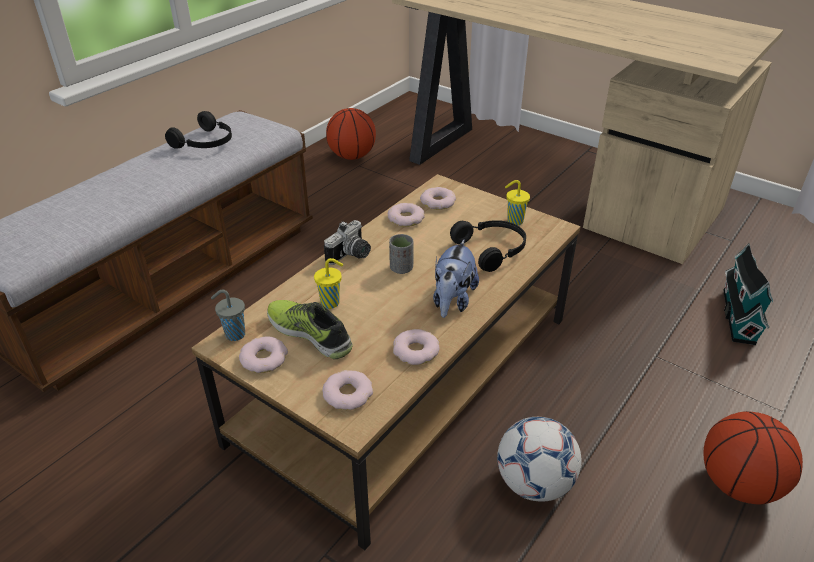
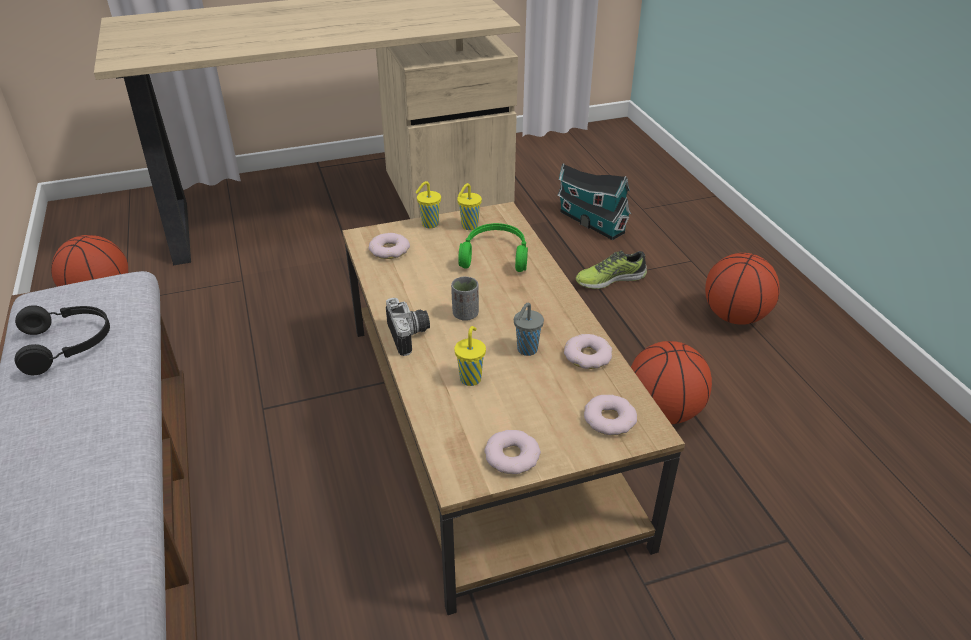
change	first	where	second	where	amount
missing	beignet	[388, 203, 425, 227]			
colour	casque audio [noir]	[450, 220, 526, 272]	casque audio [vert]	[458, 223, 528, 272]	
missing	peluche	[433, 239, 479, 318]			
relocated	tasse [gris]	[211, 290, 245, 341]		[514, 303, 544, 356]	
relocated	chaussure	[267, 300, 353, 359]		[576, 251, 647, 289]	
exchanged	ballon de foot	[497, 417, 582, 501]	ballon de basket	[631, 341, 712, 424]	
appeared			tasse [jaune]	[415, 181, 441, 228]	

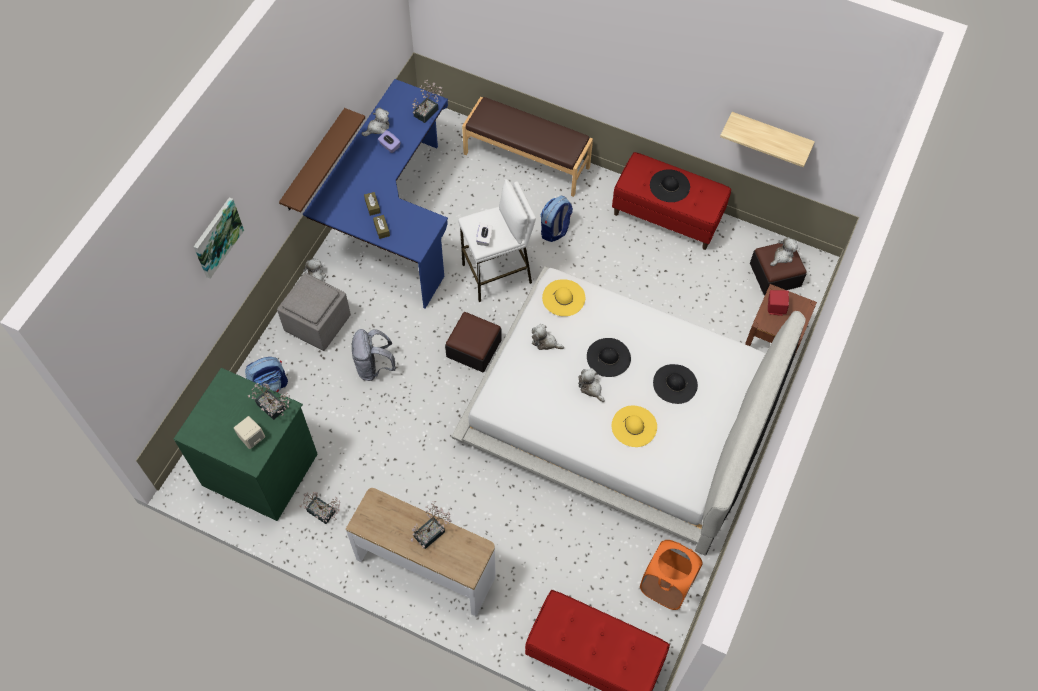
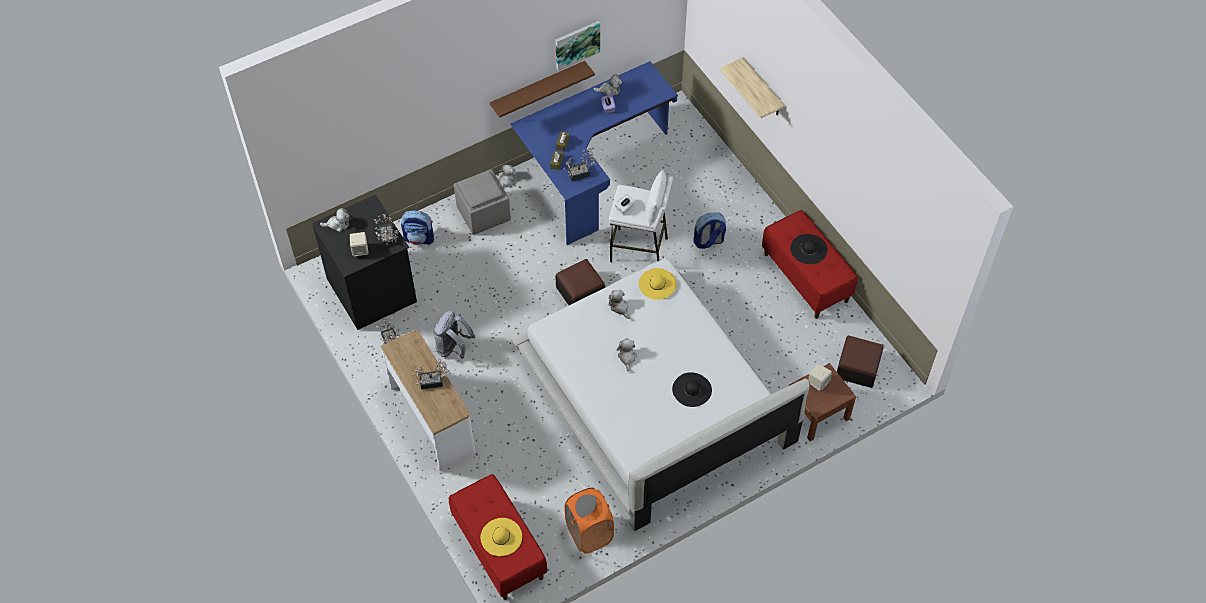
change	first	where	second	where	amount
relocated	plante en pot	[412, 80, 443, 123]		[563, 148, 597, 181]	
missing	banc [marron]	[462, 97, 593, 197]			
relocated	étagère	[720, 112, 815, 167]		[720, 57, 785, 118]	
relocated	tableau	[194, 197, 244, 279]		[555, 21, 600, 71]	
relocated	peluche	[770, 237, 798, 266]		[320, 208, 349, 232]	
colour	enceinte [rouge]	[768, 290, 789, 316]	enceinte [beige]	[808, 364, 832, 391]	
relocated	sac à dos [gris]	[352, 329, 396, 381]		[433, 311, 475, 359]	
missing	chapeau [noir]	[587, 338, 631, 377]			
colour	commode [vert]	[174, 368, 317, 521]	commode [noir]	[312, 195, 417, 330]	
relocated	chapeau [jaune]	[612, 406, 657, 447]		[481, 518, 522, 556]	

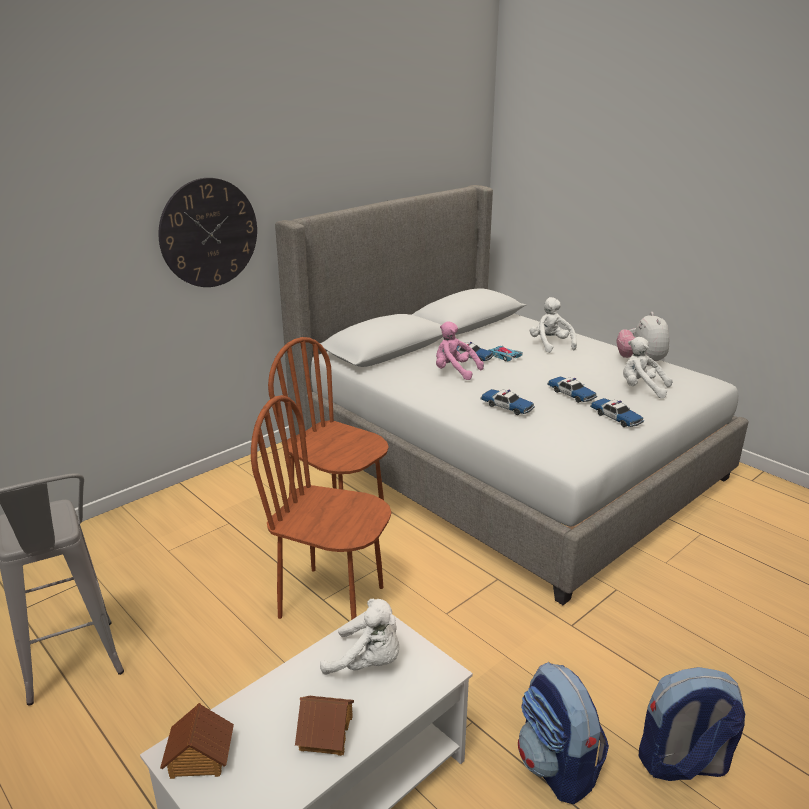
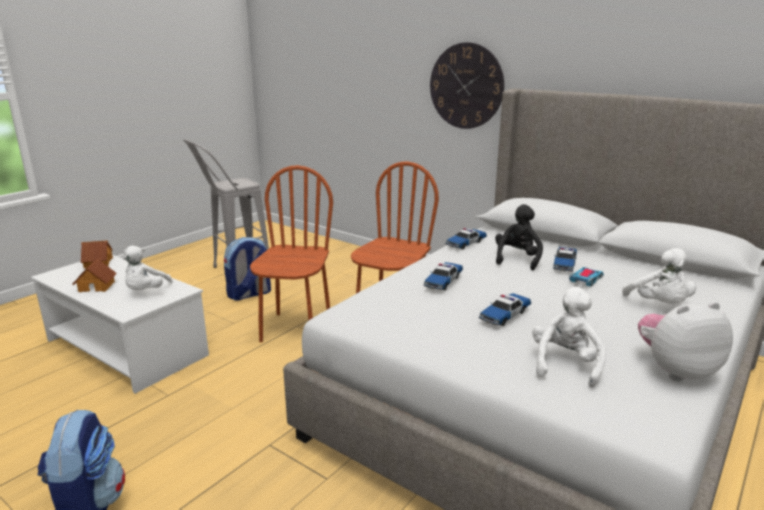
change	first	where	second	where	amount
spun	peluche [blanc]	[530, 297, 577, 353]		[622, 248, 696, 304]	105 degrees clockwise
colour	peluche [rose]	[436, 321, 484, 380]	peluche [noir]	[495, 204, 543, 270]	
relocated	petite voiture	[590, 398, 644, 427]		[445, 228, 487, 249]	
relocated	sac à dos	[518, 662, 609, 804]		[224, 237, 271, 301]	

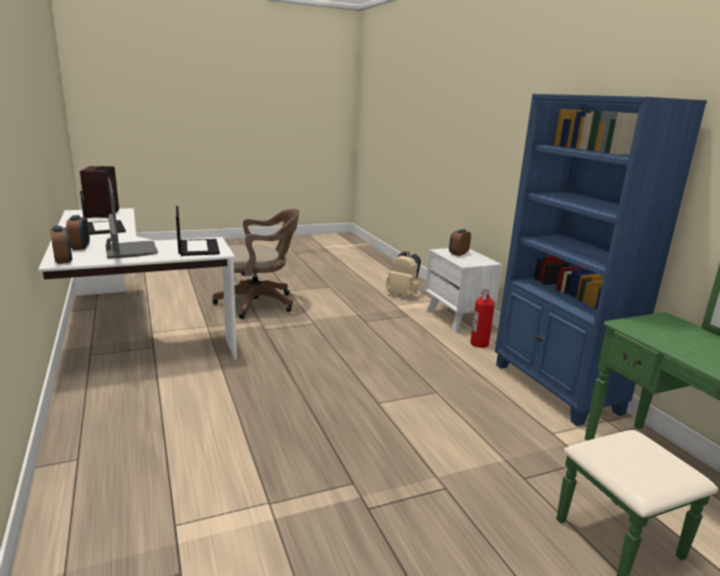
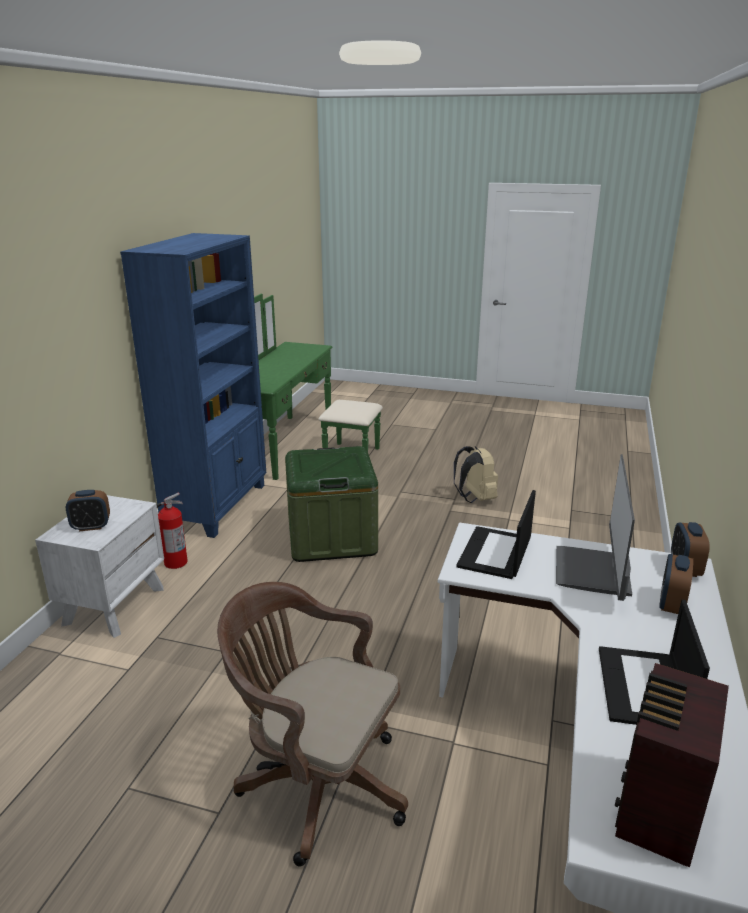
change	first	where	second	where	amount
relocated	sac à dos [beige]	[386, 252, 421, 297]		[454, 446, 498, 503]	
appeared			boîte de rangement [vert]	[285, 446, 378, 562]	

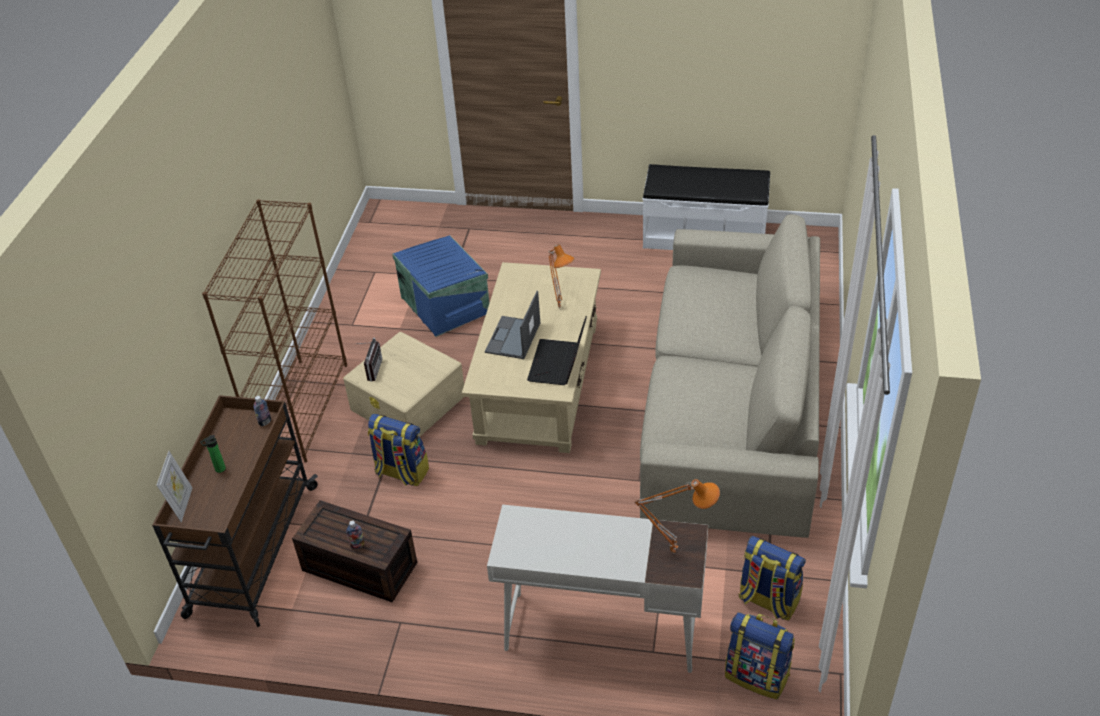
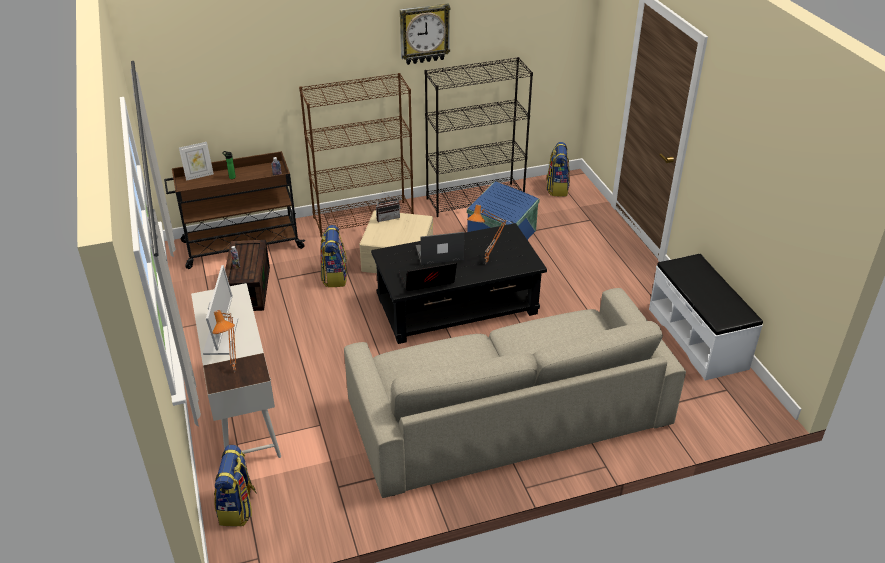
change	first	where	second	where	amount
colour	table basse [beige]	[462, 262, 601, 453]	table basse [noir]	[371, 223, 547, 344]	
relocated	sac à dos	[739, 536, 806, 620]		[547, 142, 570, 197]	
appeared			horloge murale	[400, 4, 450, 65]	
appeared			bibliothèque [noir]	[425, 57, 533, 217]	
appeared			écran d'ordinateur	[203, 265, 238, 355]	

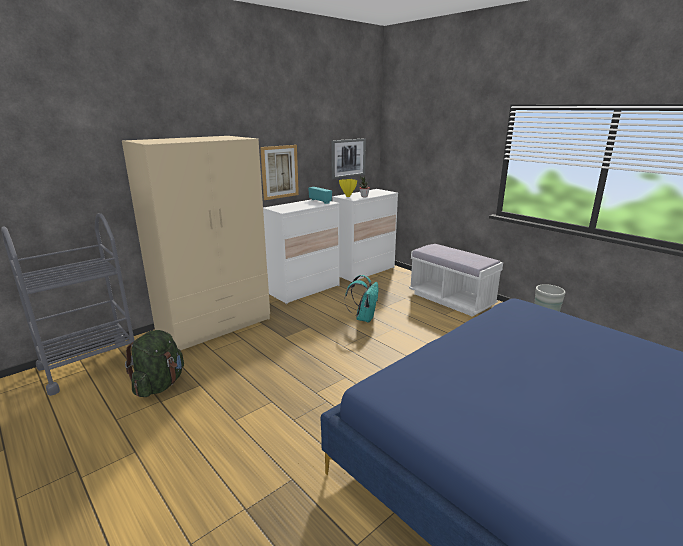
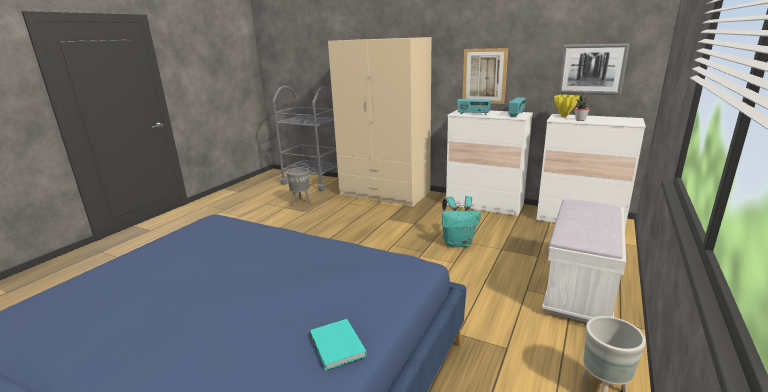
change	first	where	second	where	amount
exchanged	sac à dos [vert]	[125, 330, 184, 397]	cache-pot [gris]	[286, 167, 311, 206]	
appeared			radio	[457, 99, 491, 115]	
appeared			livre [turquoise]	[310, 319, 367, 371]	

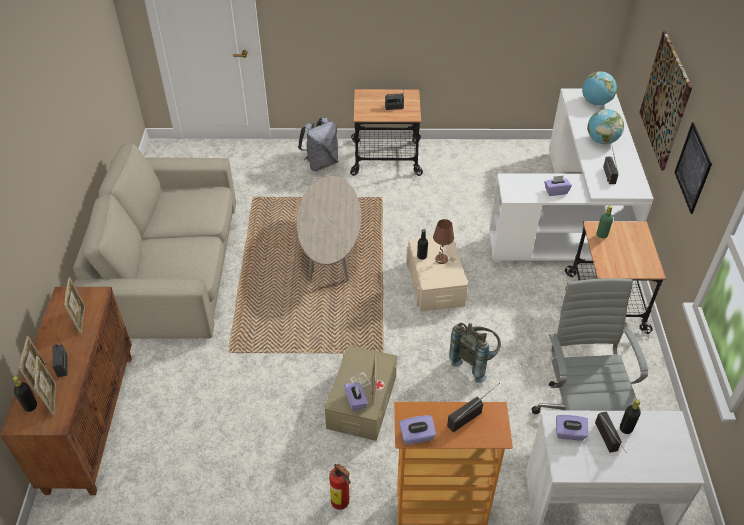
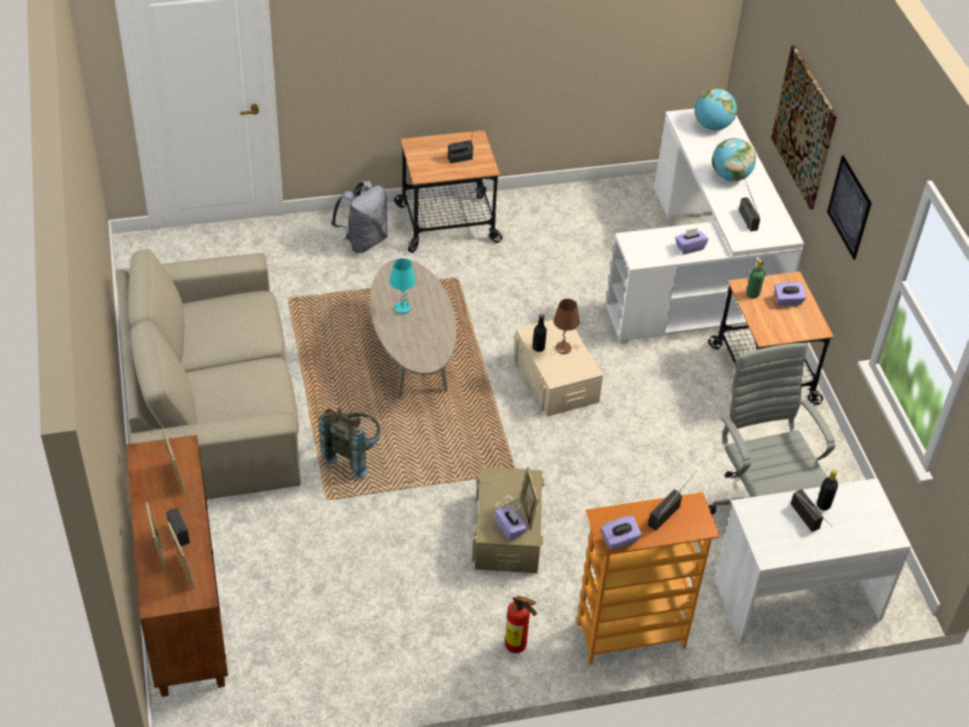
change	first	where	second	where	amount
relocated	sac à dos [gris]	[449, 323, 501, 383]		[319, 408, 381, 479]	
missing	bouteille [noir]	[13, 376, 37, 412]			
relocated	boîte à mouchoirs [violet]	[556, 415, 588, 440]		[774, 282, 806, 306]	
appeared			lampe de table [turquoise]	[390, 258, 416, 314]	

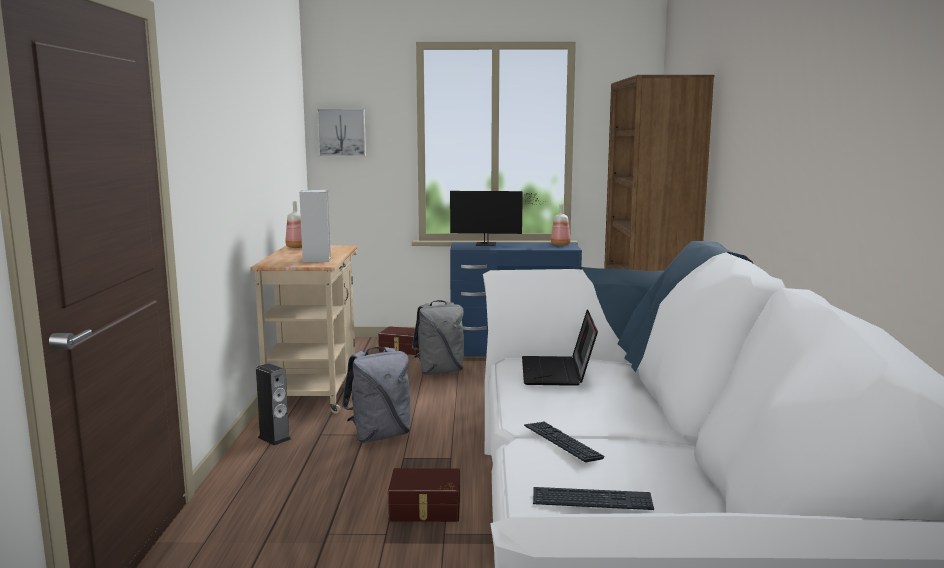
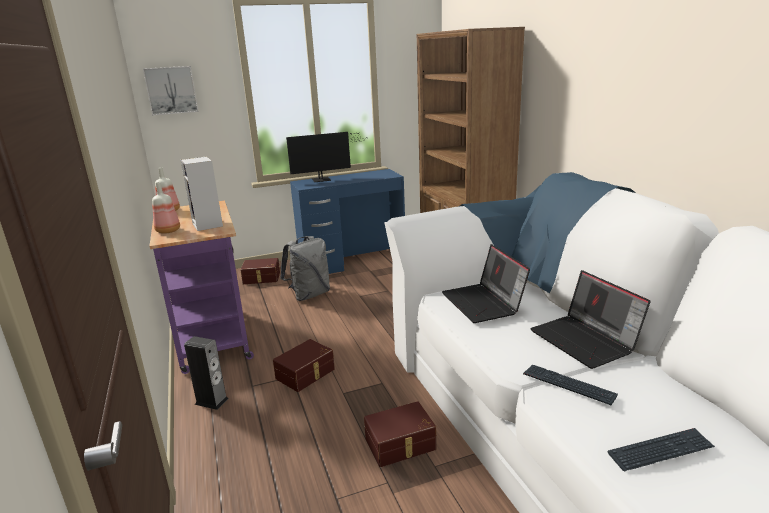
change	first	where	second	where	amount
relocated	bouteille	[551, 204, 571, 246]		[152, 182, 180, 234]	
colour	chariot [beige]	[250, 245, 357, 414]	chariot [violet]	[149, 201, 254, 374]	
exchanged	sac à dos [gris]	[342, 347, 410, 443]	boîte de rangement [marron]	[273, 339, 335, 392]	
appeared			ordinateur portable	[530, 270, 651, 369]	

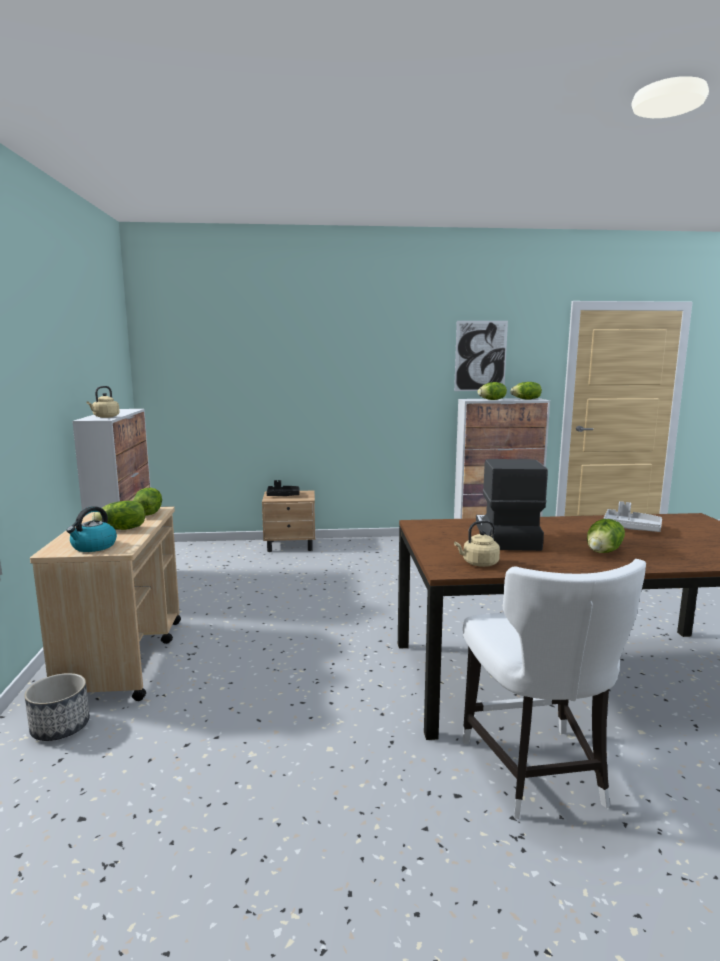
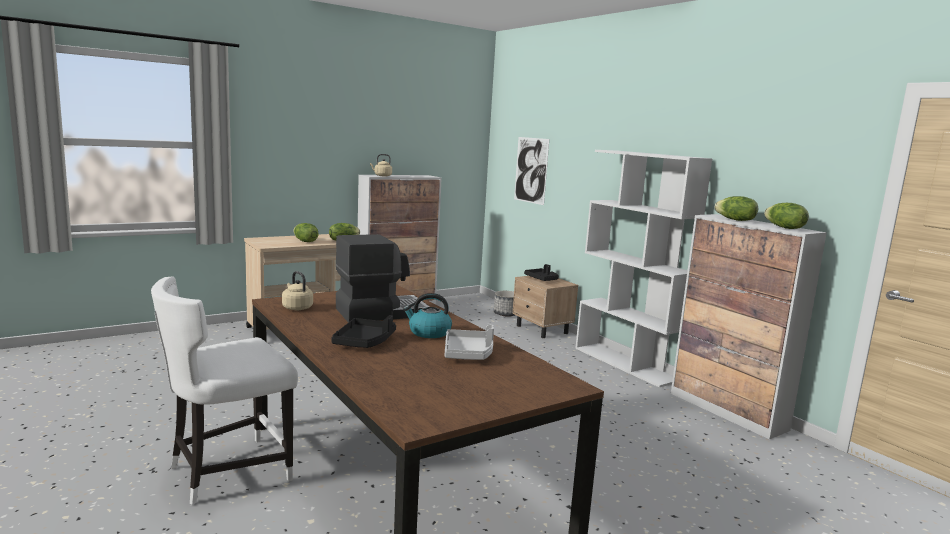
change	first	where	second	where	amount
relocated	tableau	[454, 321, 508, 391]		[514, 137, 549, 205]	
relocated	bouilloire	[66, 506, 117, 552]		[403, 293, 452, 338]	
exchanged	laitue	[587, 519, 625, 553]	plateau [noir]	[331, 315, 396, 348]	
relocated	cache-pot	[24, 673, 90, 741]		[494, 291, 515, 317]	
appeared			bibliothèque [blanc]	[575, 150, 712, 388]	

